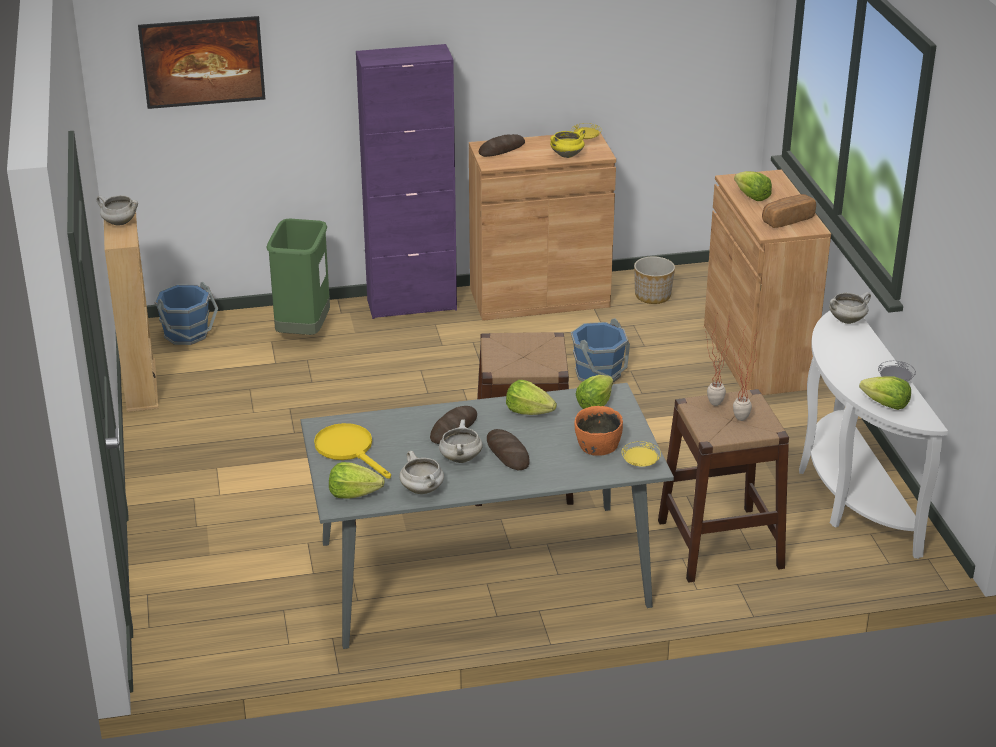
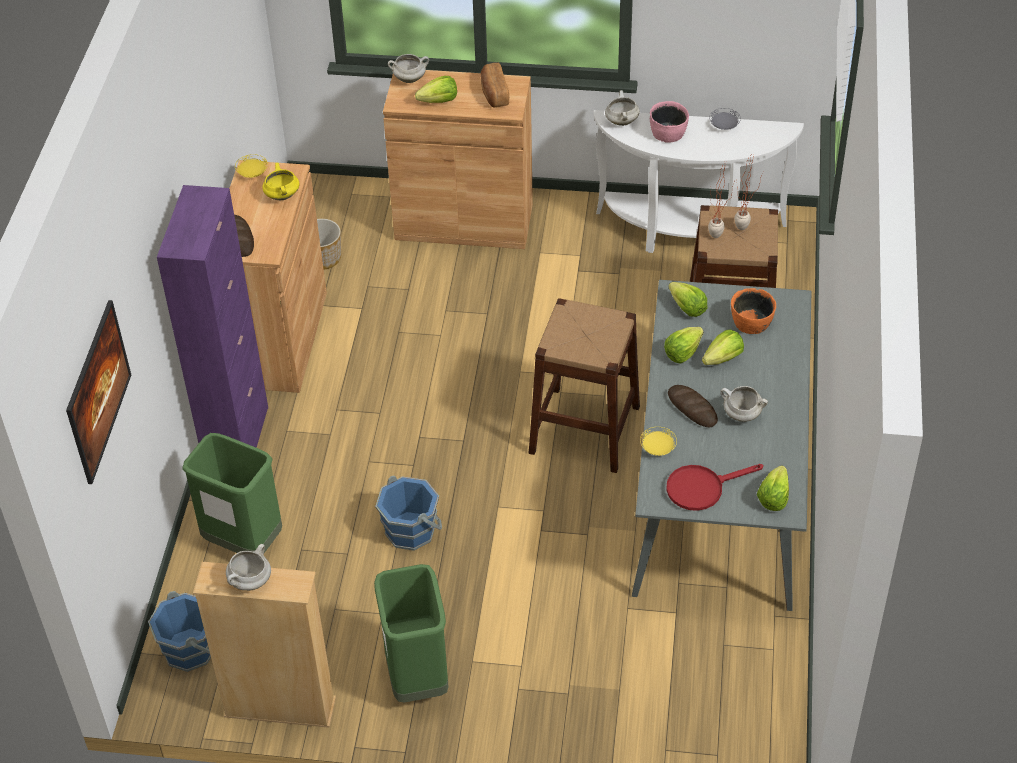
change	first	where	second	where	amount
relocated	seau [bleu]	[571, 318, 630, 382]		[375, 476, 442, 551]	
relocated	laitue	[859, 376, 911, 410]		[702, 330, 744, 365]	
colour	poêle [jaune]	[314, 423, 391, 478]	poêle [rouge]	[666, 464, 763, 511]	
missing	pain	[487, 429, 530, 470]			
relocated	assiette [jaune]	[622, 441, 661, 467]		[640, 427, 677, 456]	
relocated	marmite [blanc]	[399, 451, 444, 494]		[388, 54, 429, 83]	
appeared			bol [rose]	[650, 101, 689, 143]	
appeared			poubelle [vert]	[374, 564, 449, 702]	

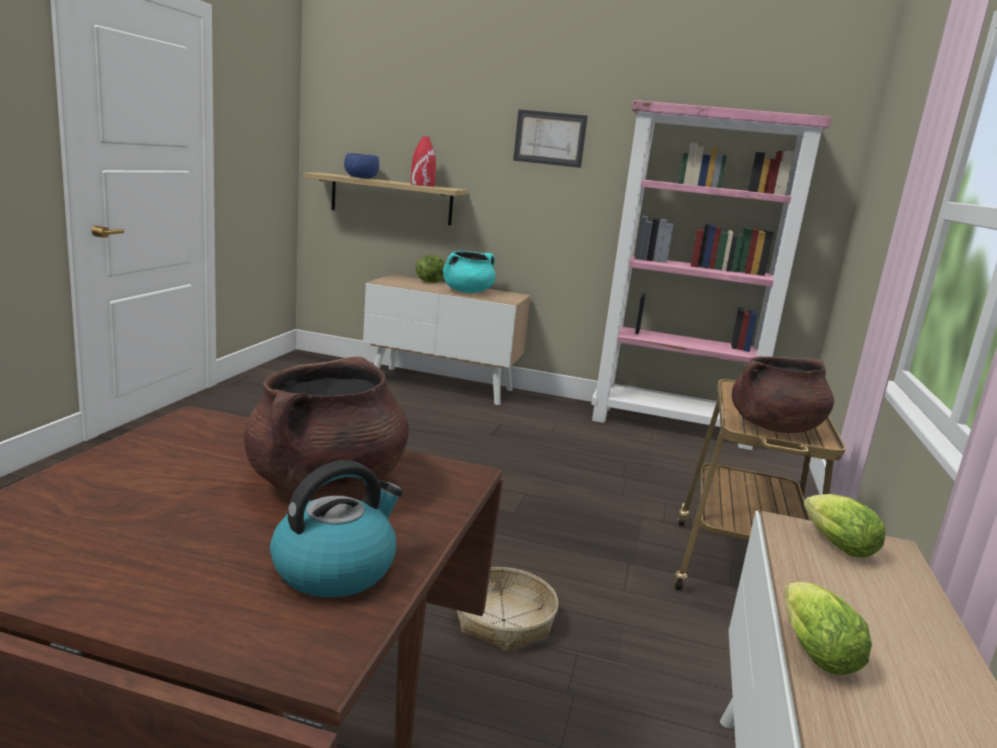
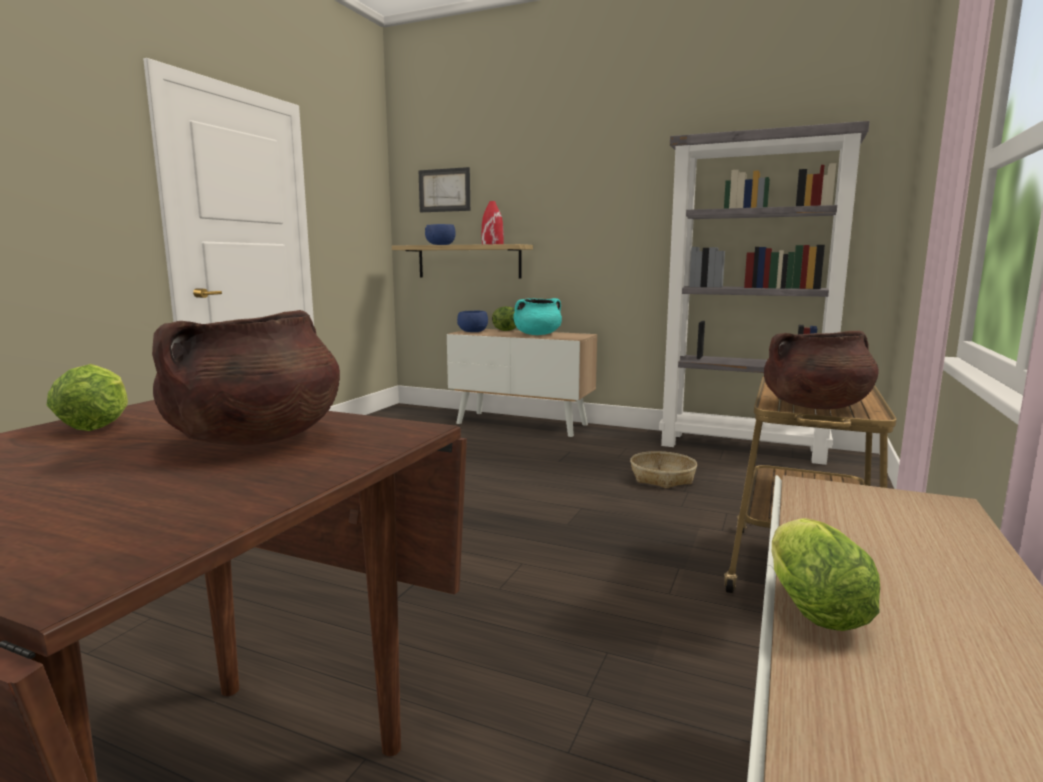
change	first	where	second	where	amount
colour	bibliothèque [rose]	[591, 100, 832, 450]	bibliothèque [gris]	[659, 121, 870, 465]	
relocated	tableau	[513, 109, 588, 168]		[419, 167, 470, 212]	
missing	bouilloire	[270, 460, 403, 597]			
relocated	laitue	[803, 494, 886, 557]		[47, 364, 128, 431]	
relocated	panier	[456, 567, 559, 652]		[630, 451, 697, 489]	
appeared			bol [bleu]	[457, 311, 488, 332]	

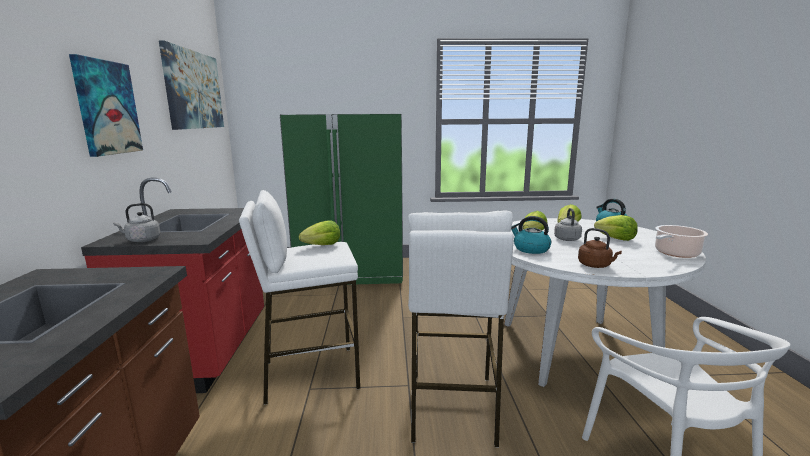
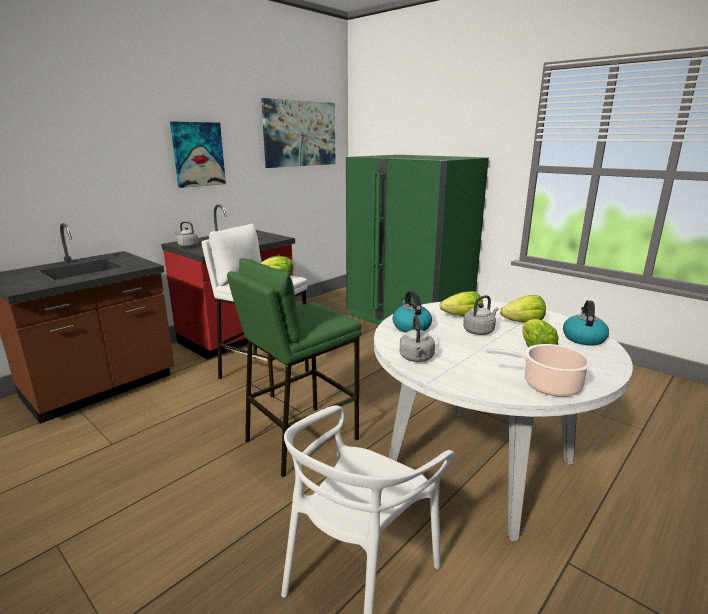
change	first	where	second	where	amount
colour	tabouret [blanc]	[408, 211, 514, 447]	tabouret [vert]	[227, 258, 361, 477]	
colour	bouilloire [marron]	[578, 228, 622, 268]	bouilloire [gris]	[400, 315, 435, 362]	

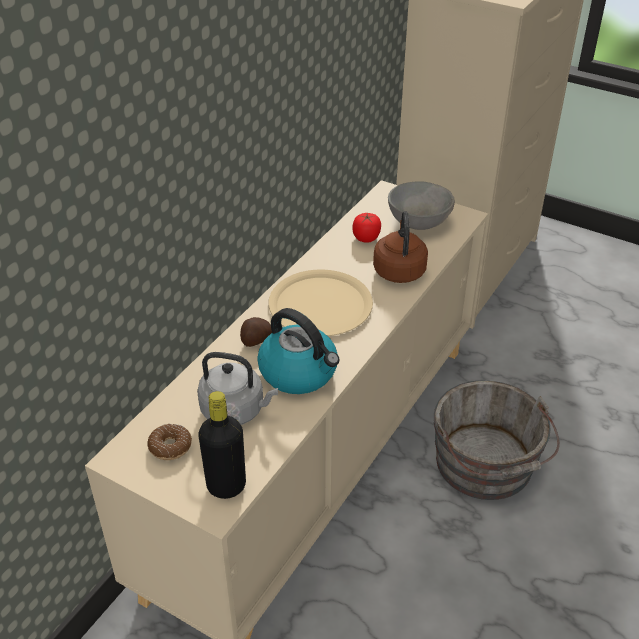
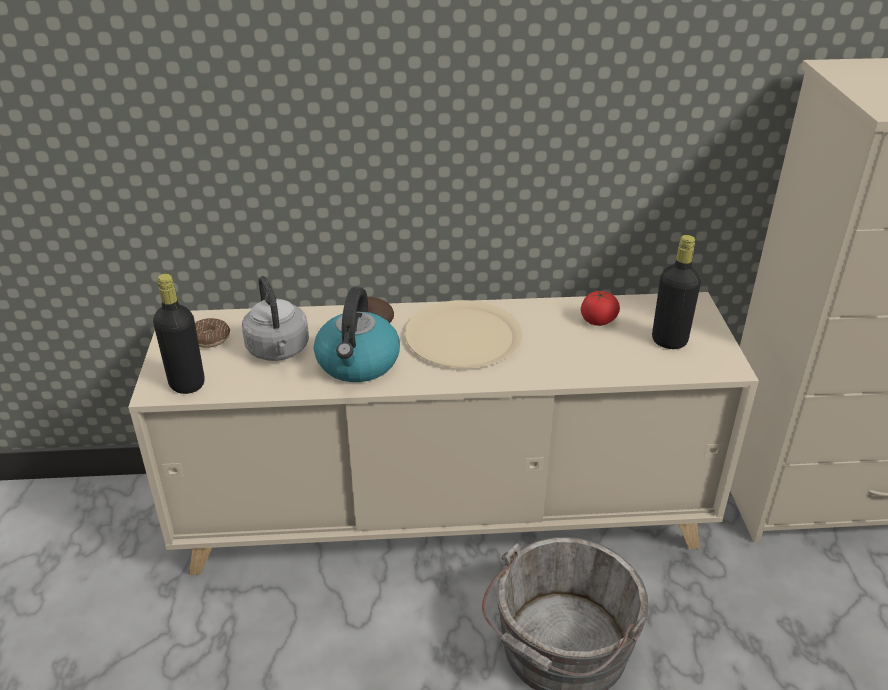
change	first	where	second	where	amount
exchanged	bol [gris]	[388, 181, 455, 230]	bouteille [noir]	[652, 235, 701, 349]	
missing	bouilloire [marron]	[373, 211, 428, 283]			

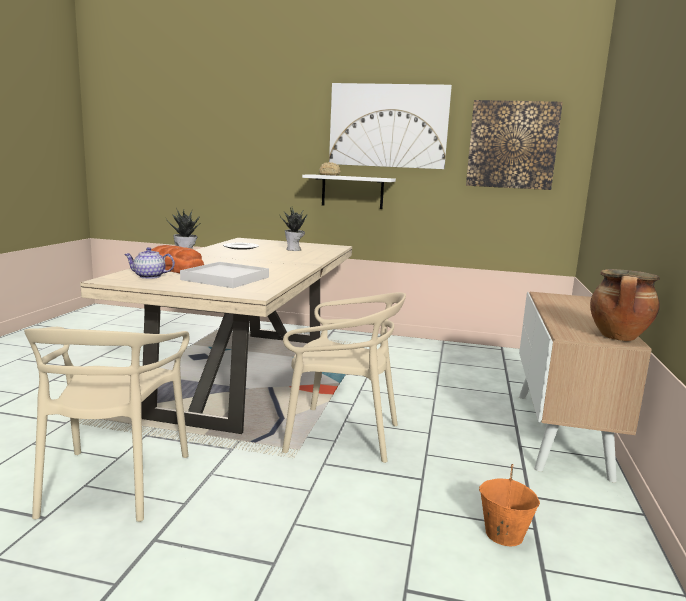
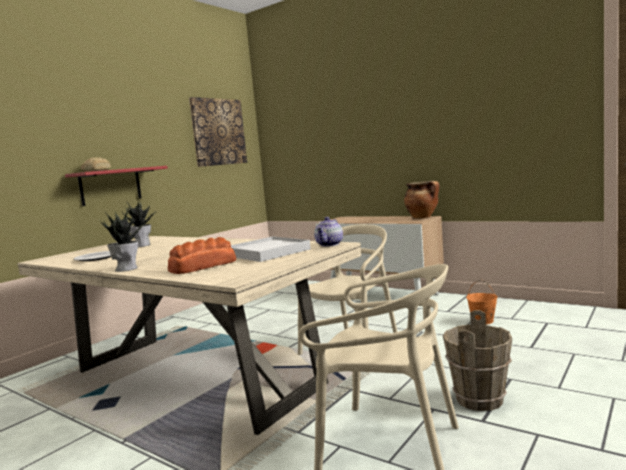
change	first	where	second	where	amount
missing	tableau	[329, 83, 452, 169]			
colour	étagère [blanc]	[302, 174, 396, 209]	étagère [rouge]	[65, 166, 168, 206]	
relocated	théière	[124, 247, 175, 279]		[314, 217, 343, 246]	
appeared			seau [marron]	[443, 310, 512, 411]	

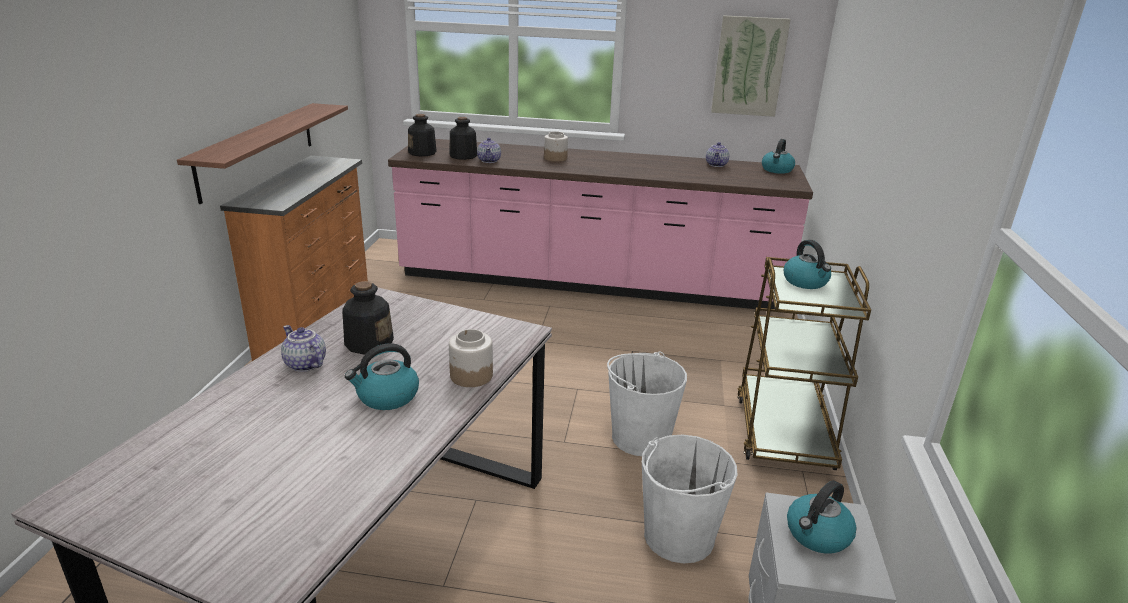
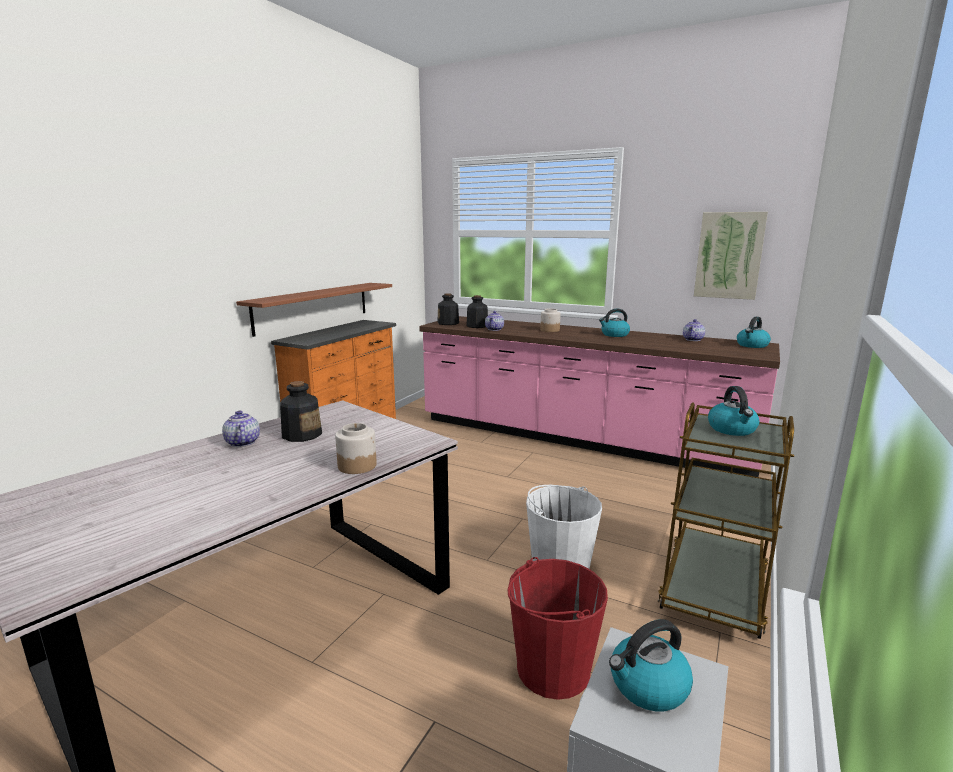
change	first	where	second	where	amount
relocated	bouilloire	[345, 343, 419, 410]		[599, 309, 630, 337]	
colour	seau [blanc]	[642, 435, 738, 563]	seau [rouge]	[508, 557, 608, 700]	

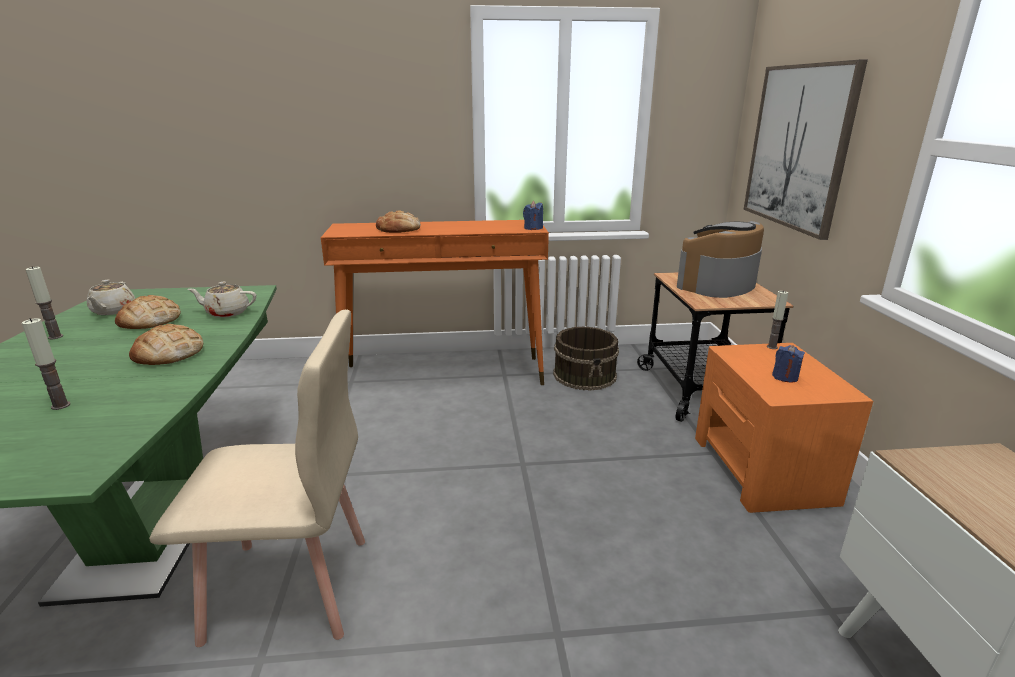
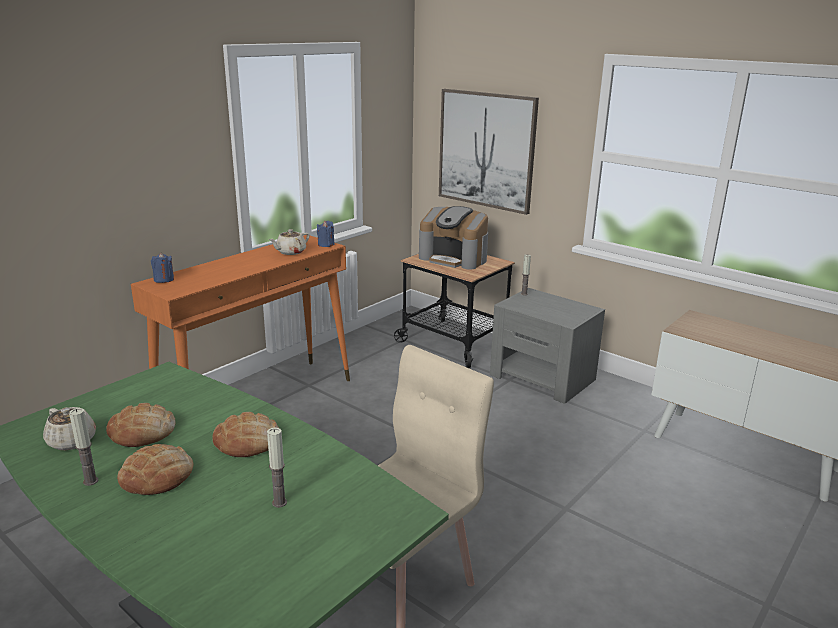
change	first	where	second	where	amount
relocated	pain	[376, 210, 421, 233]		[117, 444, 193, 495]	
spun	machine à café	[677, 221, 764, 298]		[419, 206, 488, 269]	60 degrees counterclockwise
relocated	théière [beige]	[188, 282, 256, 318]		[269, 229, 310, 255]	
missing	seau [marron]	[553, 326, 619, 391]			
colour	table de chevet [orange]	[695, 343, 873, 513]	table de chevet [gris]	[490, 288, 605, 404]	
relocated	bougie [bleu]	[772, 345, 805, 383]		[151, 253, 174, 283]	

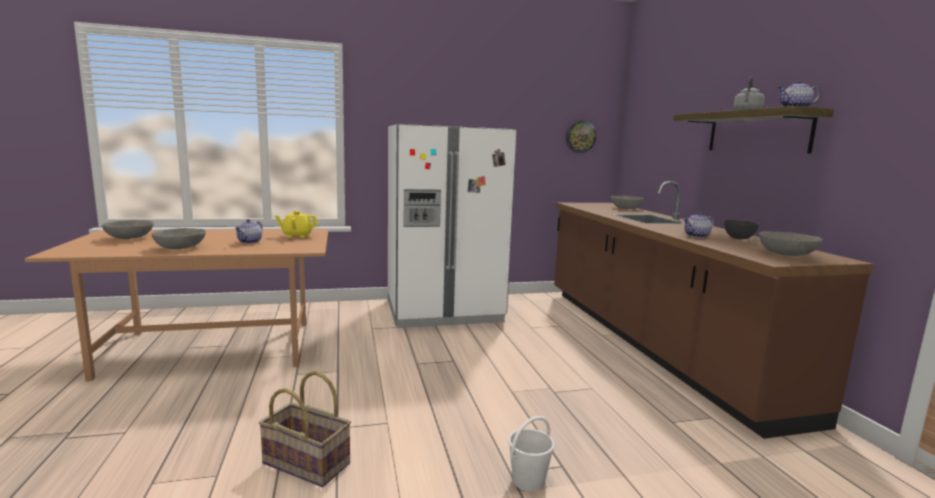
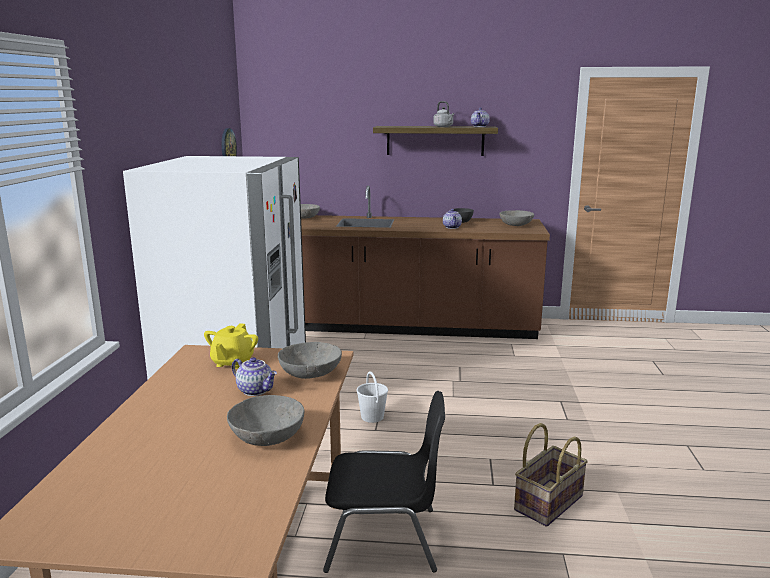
change	first	where	second	where	amount
relocated	bol [gris]	[102, 220, 154, 239]		[278, 342, 342, 379]	
relocated	seau [blanc]	[508, 416, 555, 491]		[356, 371, 388, 423]	
appeared			chaise [noir]	[323, 391, 445, 573]	

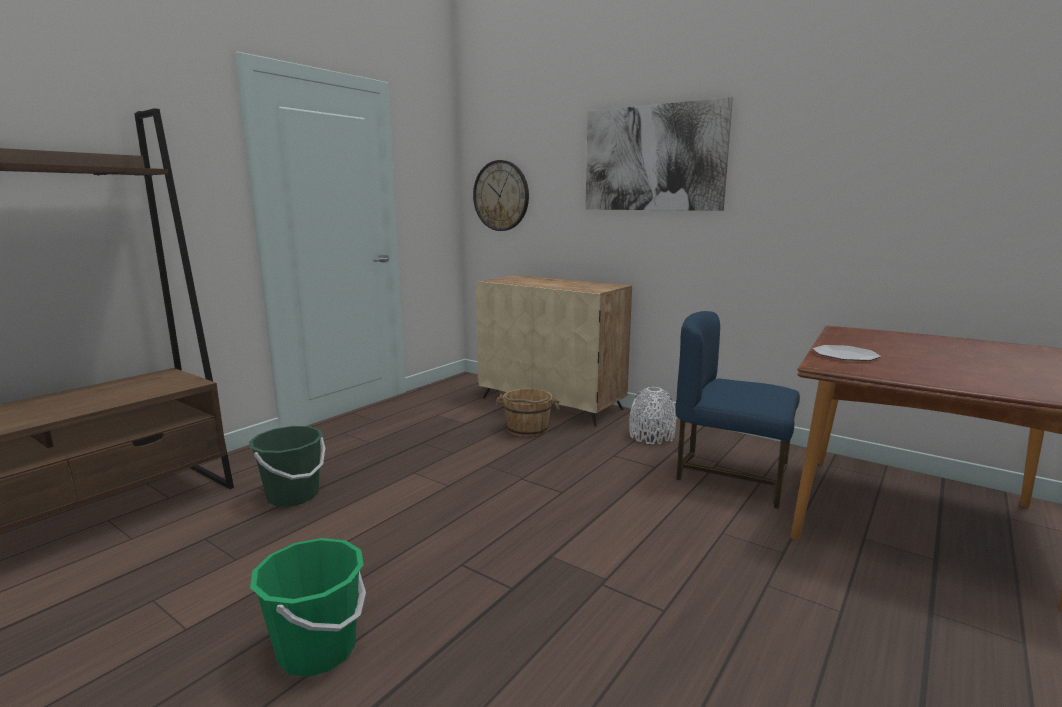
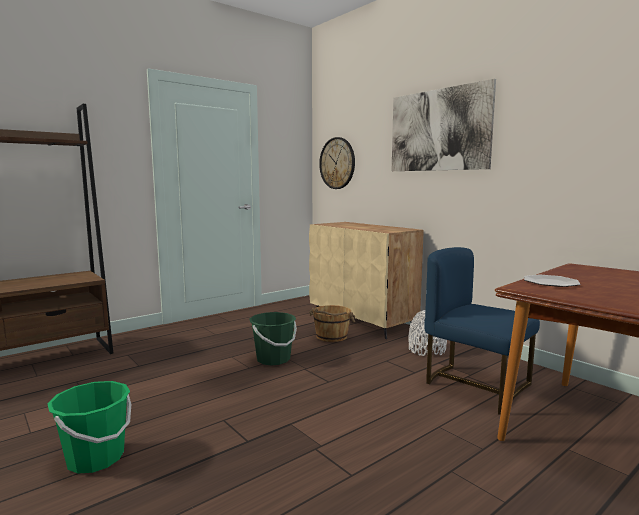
change	first	where	second	where	amount
relocated	seau [vert]	[249, 426, 325, 507]		[249, 312, 297, 366]	

